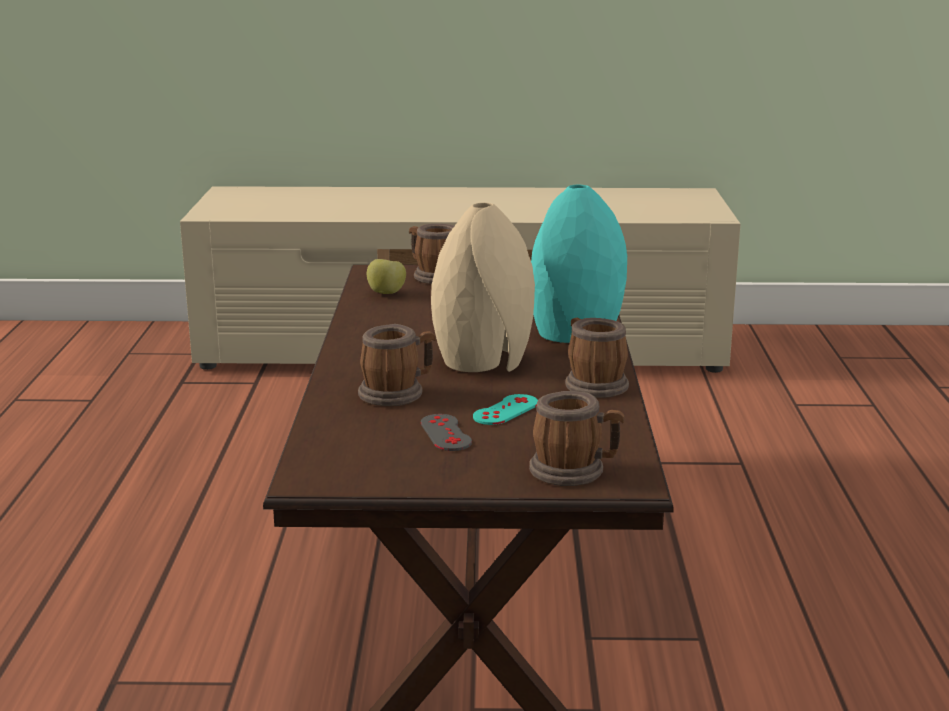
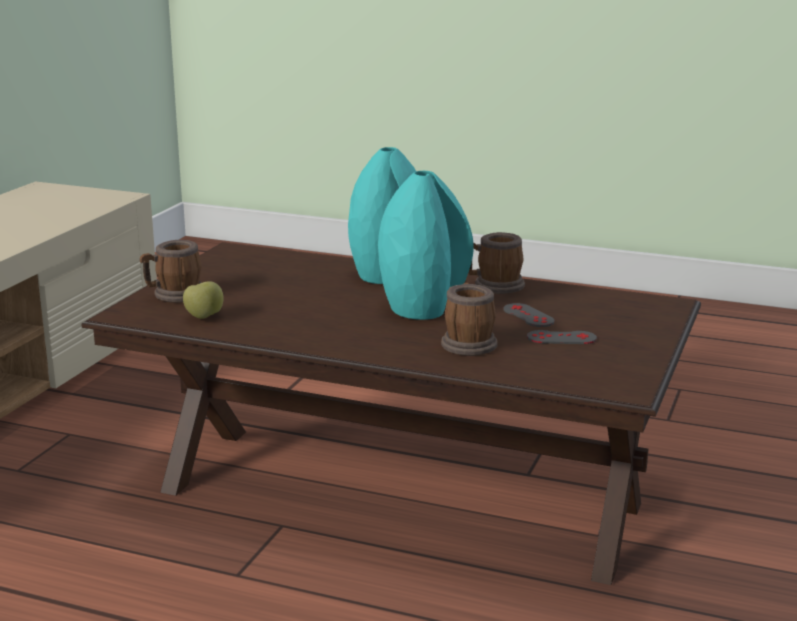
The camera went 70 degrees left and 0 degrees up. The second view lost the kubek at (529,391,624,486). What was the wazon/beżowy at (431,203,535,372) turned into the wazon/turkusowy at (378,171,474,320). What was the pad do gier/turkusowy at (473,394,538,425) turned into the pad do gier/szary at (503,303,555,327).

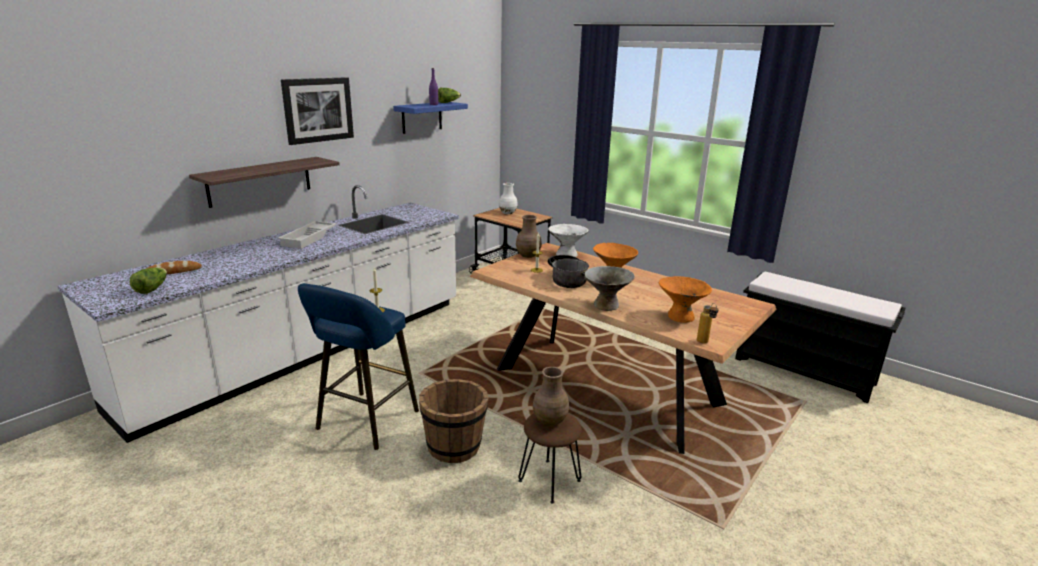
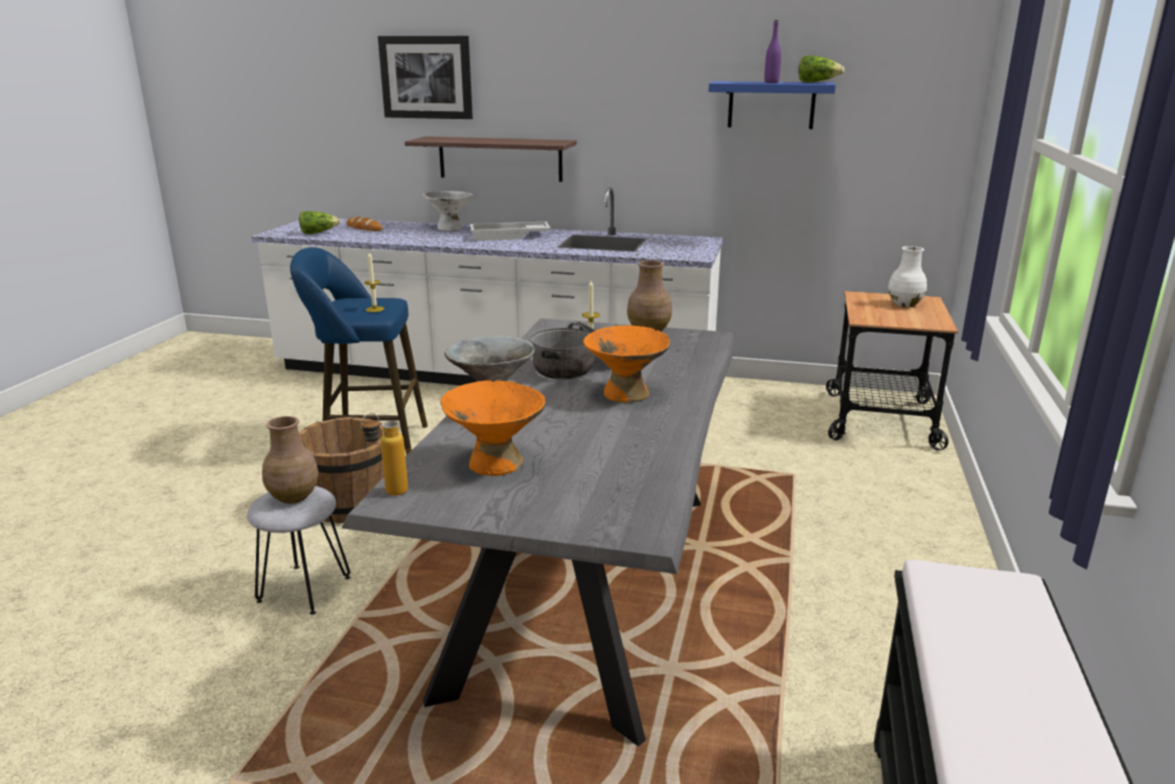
The camera went 65 degrees right and 0 degrees up. The obraz ended up elsewhere, having gone from (281,77,354,145) to (378,36,473,119). The miska/biały ended up elsewhere, having gone from (548,224,588,257) to (422,191,473,231). What was the stół jadalny/brązowy at (470,243,777,454) turned into the stół jadalny/szary at (342,318,736,746). What was the stołek/brązowy at (518,413,582,503) turned into the stołek/szary at (247,486,350,615).

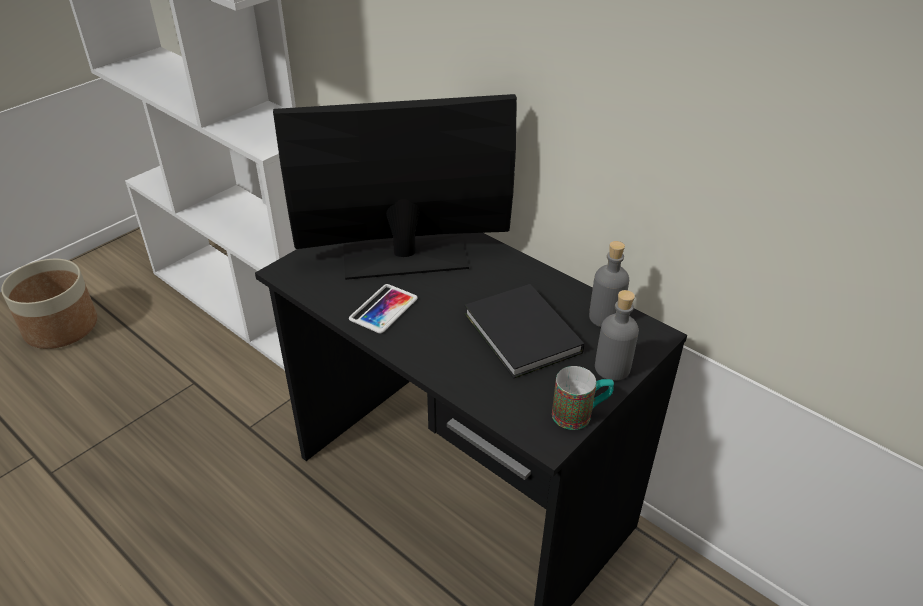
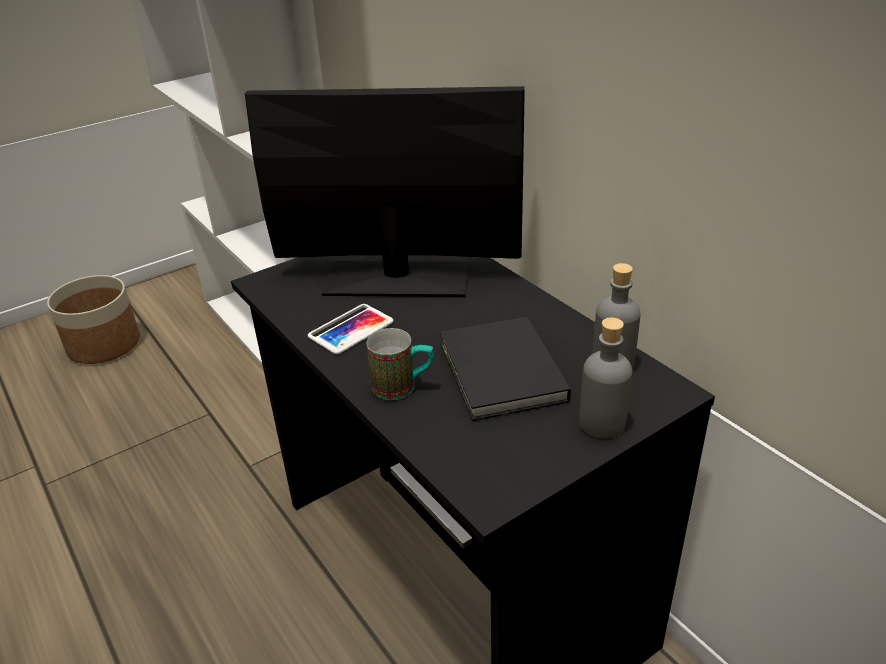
The camera went 15 degrees right and 5 degrees down. The kubek ended up elsewhere, having gone from (552,366,614,430) to (366,328,434,400).

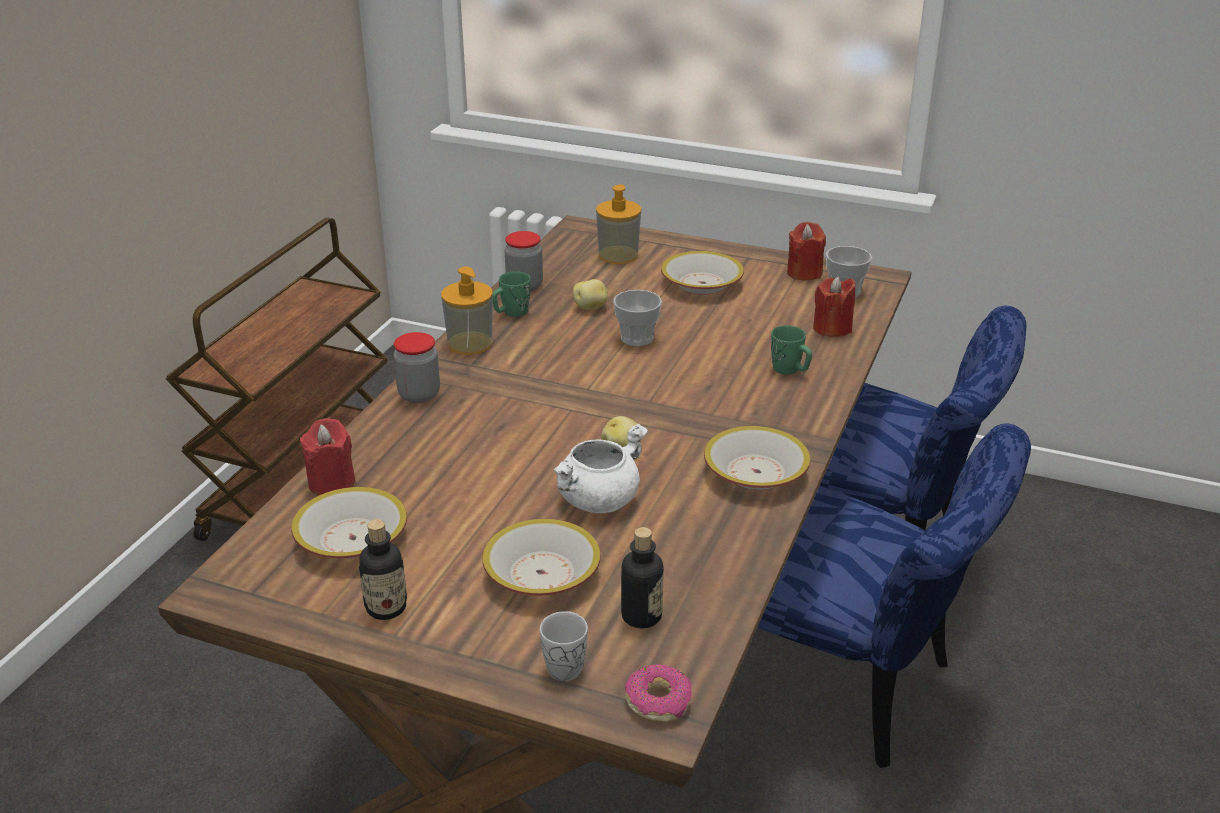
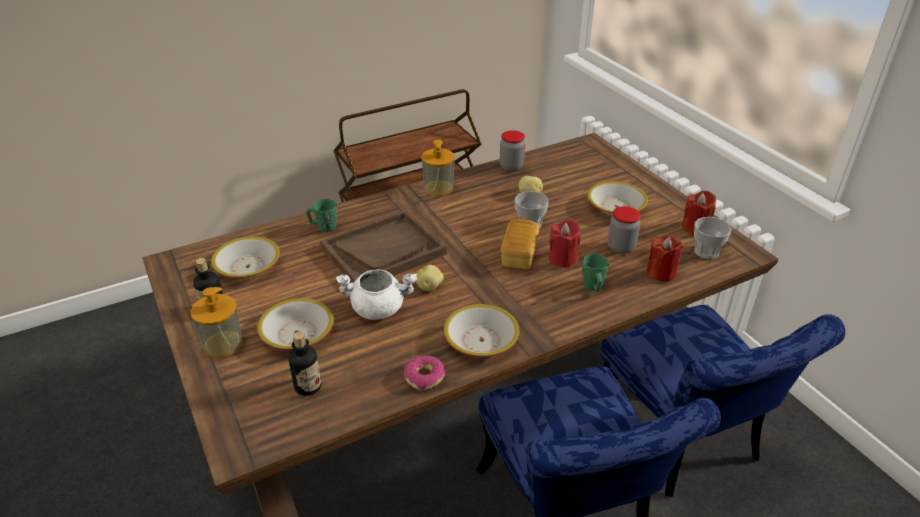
The camera went 40 degrees right and 5 degrees up. The second view lost the kubek/biały at (540,611,588,681). The second view gained the taca/brązowy at (320,210,447,283). The second view gained the chleb at (501,219,539,269). The świeca/czerwony ended up elsewhere, having gone from (300,418,355,496) to (549,219,581,267). The słoik ended up elsewhere, having gone from (393,332,440,403) to (608,206,641,254). The kubek/zielony ended up elsewhere, having gone from (493,271,531,317) to (306,199,337,232). The dozownik mydła ended up elsewhere, having gone from (596,184,641,264) to (190,287,243,358). The donut ended up elsewhere, having gone from (625,664,692,722) to (404,355,446,390).

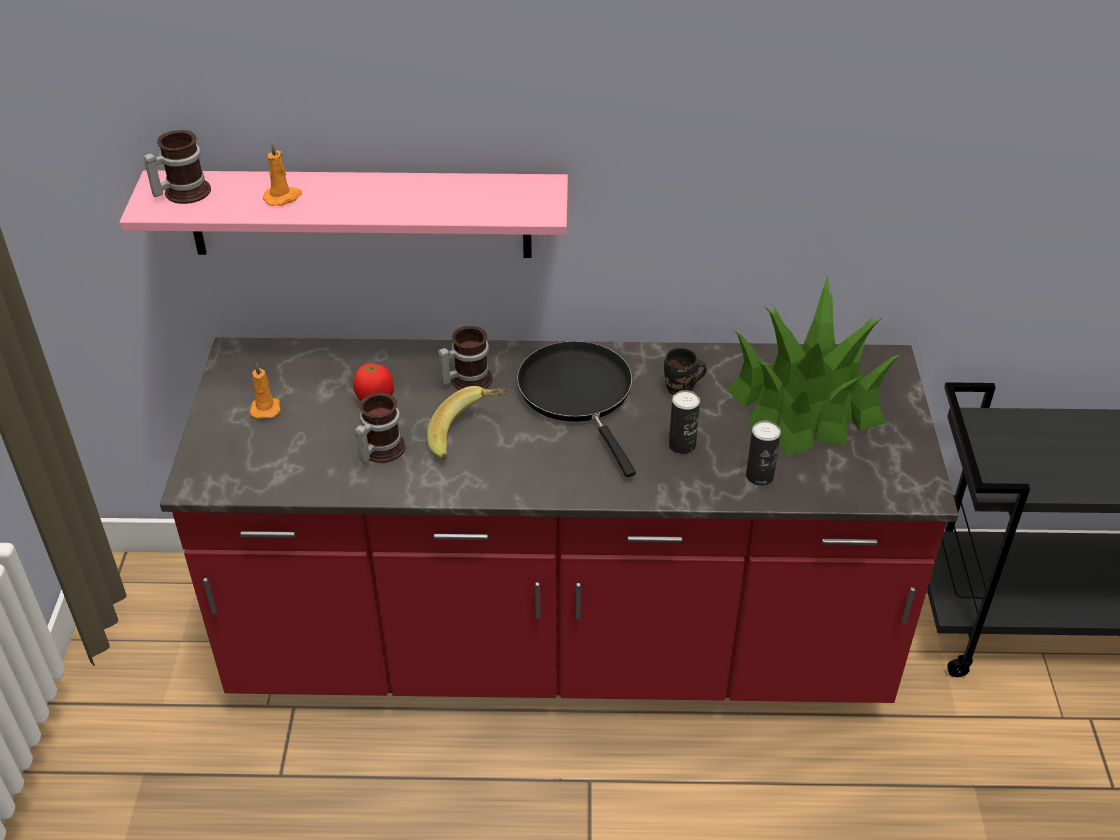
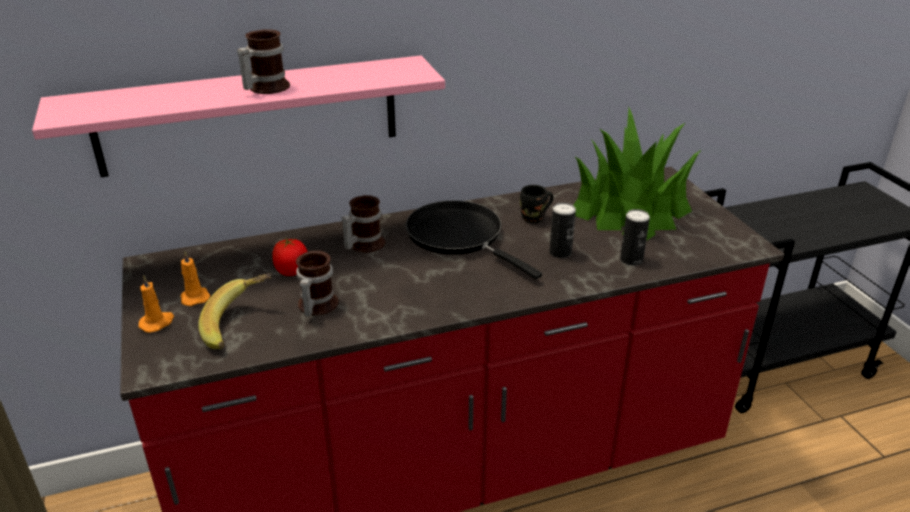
The camera went 20 degrees left and 10 degrees down. The kubek ended up elsewhere, having gone from (143,130,211,204) to (237,29,290,94). The świeca/pomarańczowy ended up elsewhere, having gone from (263,142,302,206) to (139,275,174,333). The banan ended up elsewhere, having gone from (427,386,510,460) to (198,273,272,349).

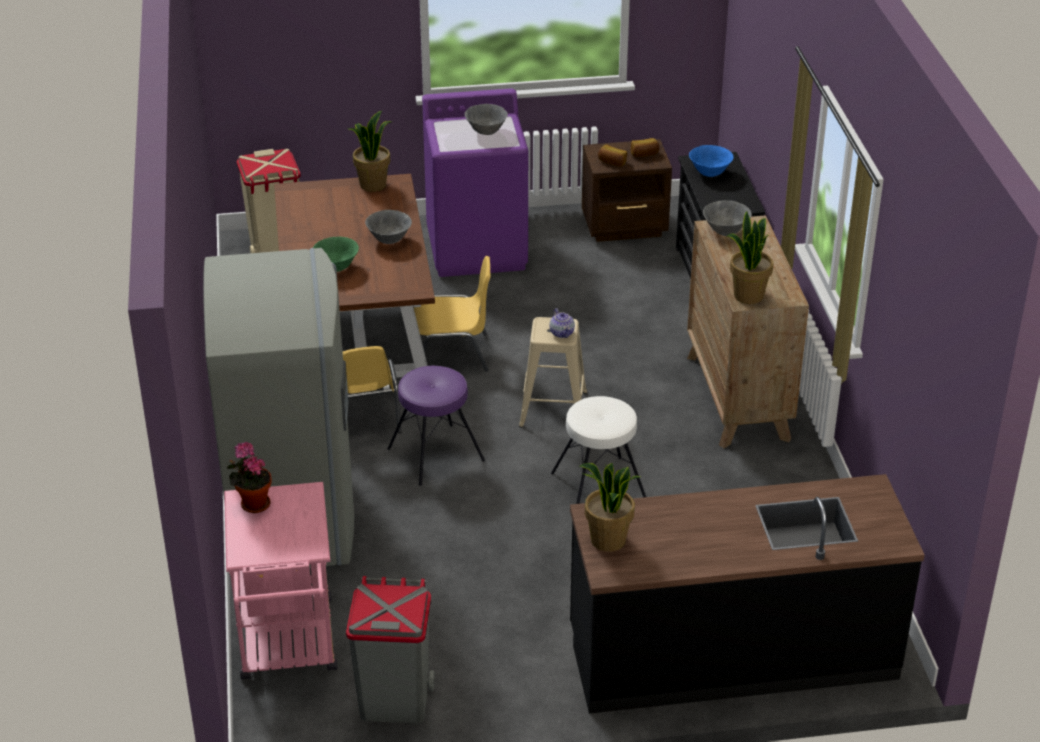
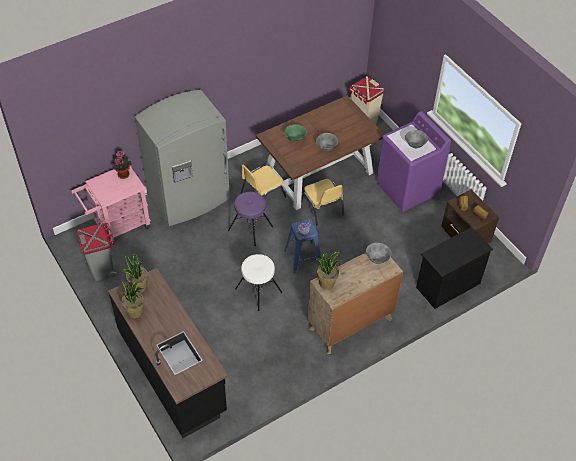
The camera went 65 degrees right and 15 degrees up. The second view lost the miska/niebieski at (689,145,734,177). The roślina doniczkowa ended up elsewhere, having gone from (348,111,391,192) to (121,281,144,319). What was the stołek/beżowy at (519,317,587,428) turned into the stołek/niebieski at (284,219,321,273).

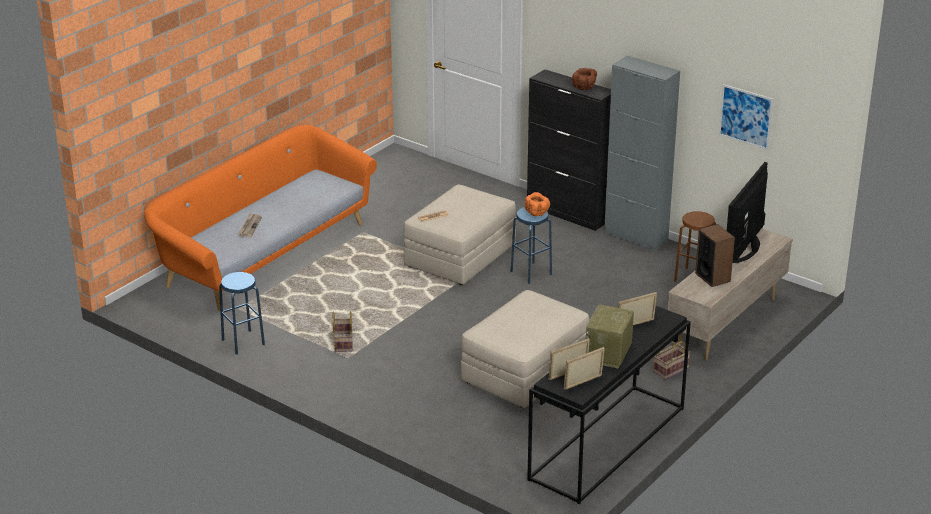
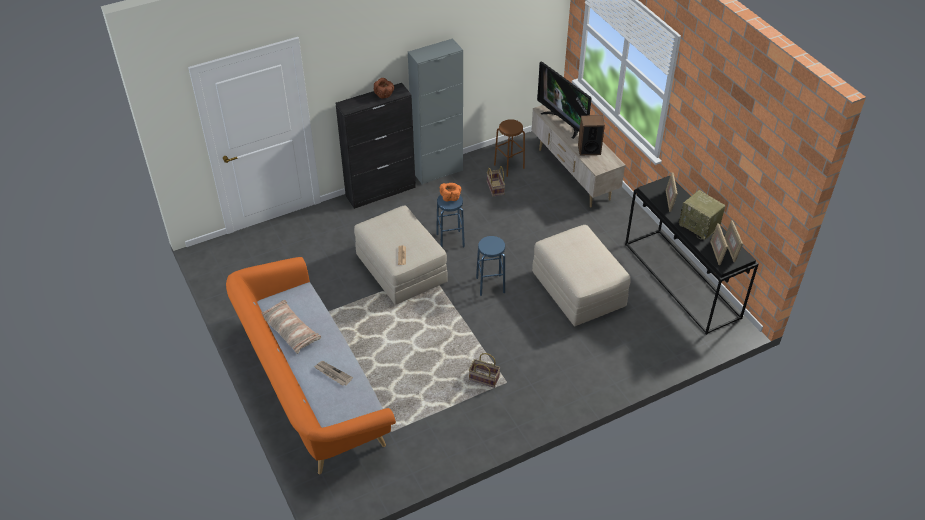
The camera went 65 degrees left and 15 degrees up. The second view lost the obraz at (719,84,773,150). The second view gained the poduszka at (261,300,321,354). The stołek/niebieski ended up elsewhere, having gone from (219,272,265,355) to (476,236,505,296). The koszyk ended up elsewhere, having gone from (653,341,691,380) to (487,166,505,196).

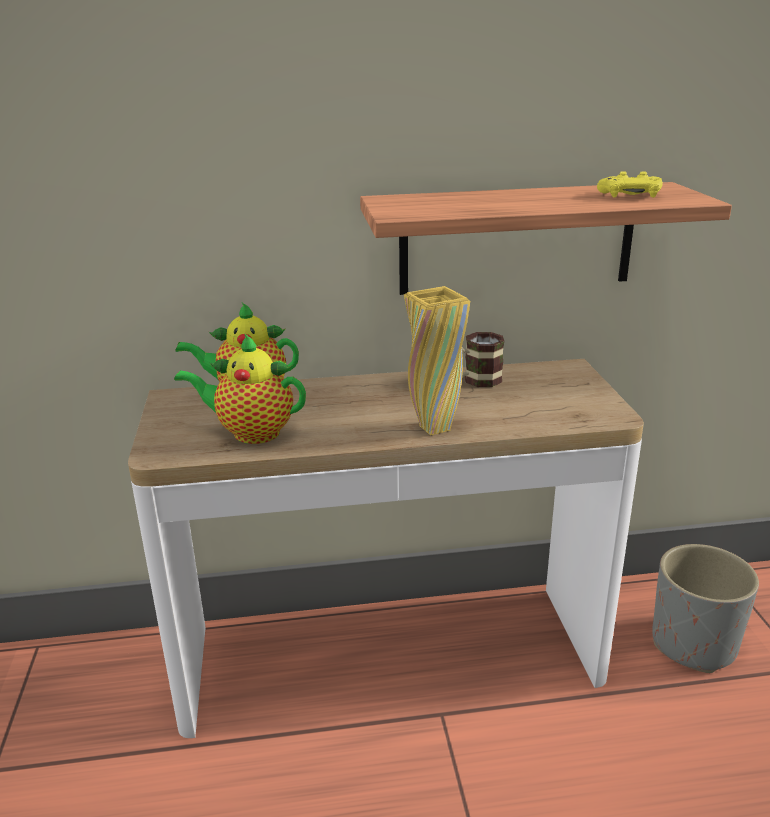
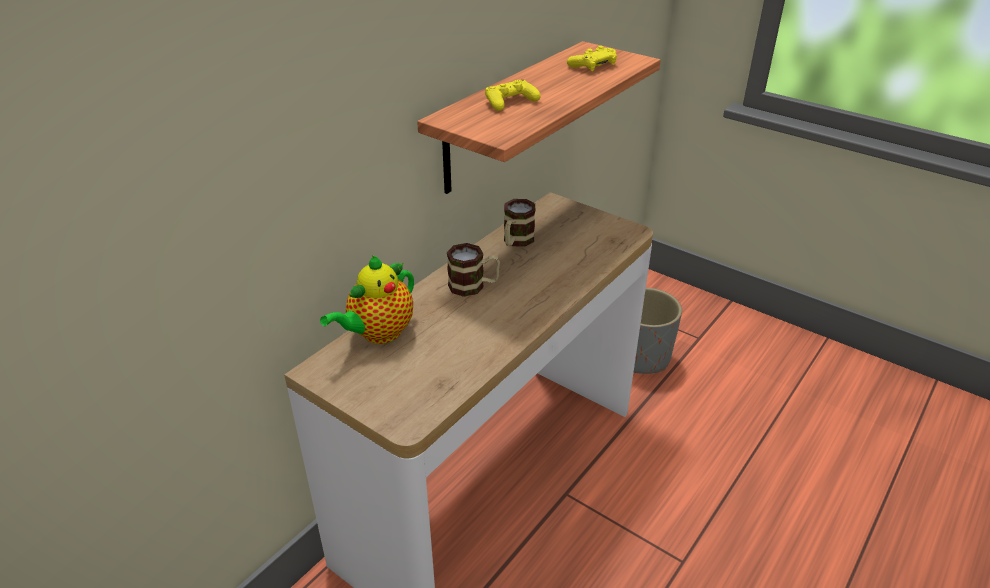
The camera went 45 degrees left and 10 degrees up. The second view lost the imbryk at (174,333,306,444). The second view lost the wazon/żółty at (404,286,470,436). The second view gained the kubek at (447,243,500,297). The second view gained the pad do gier/żółty at (485,80,541,111).

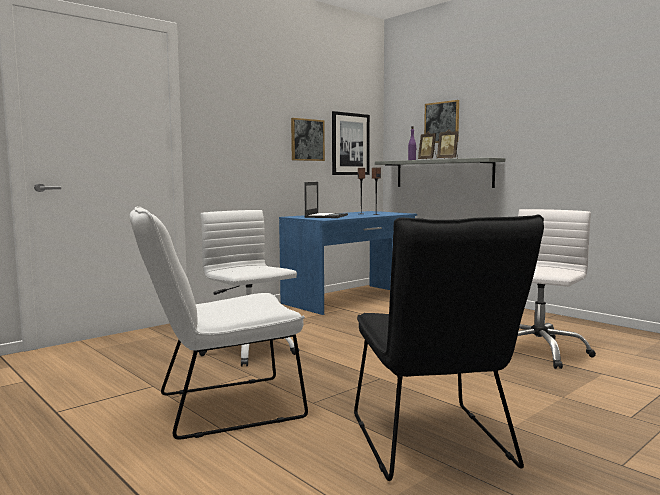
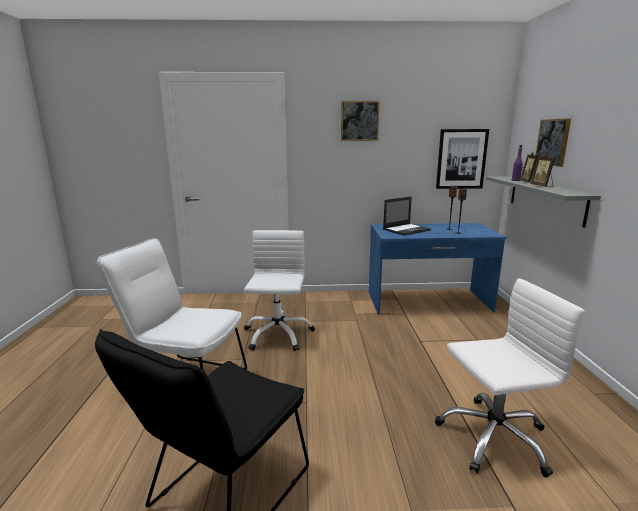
The camera went 40 degrees right and 10 degrees up. The obraz ended up elsewhere, having gone from (291,118,325,161) to (341,101,380,141).

